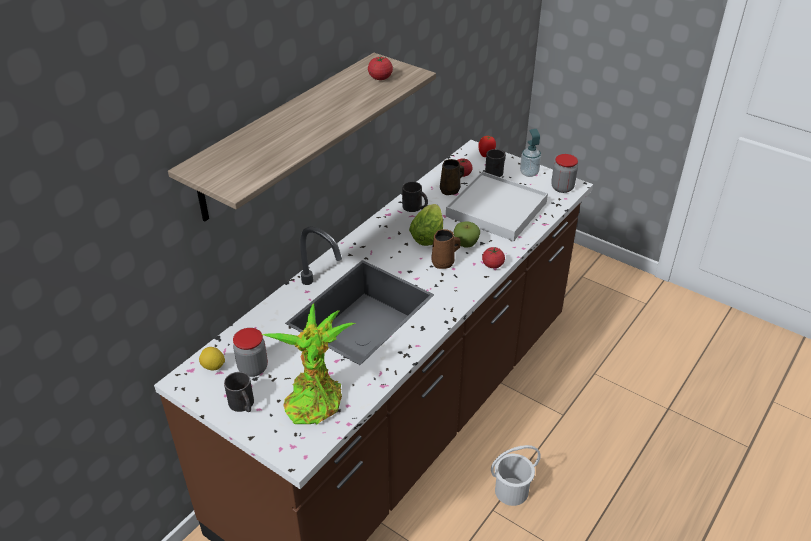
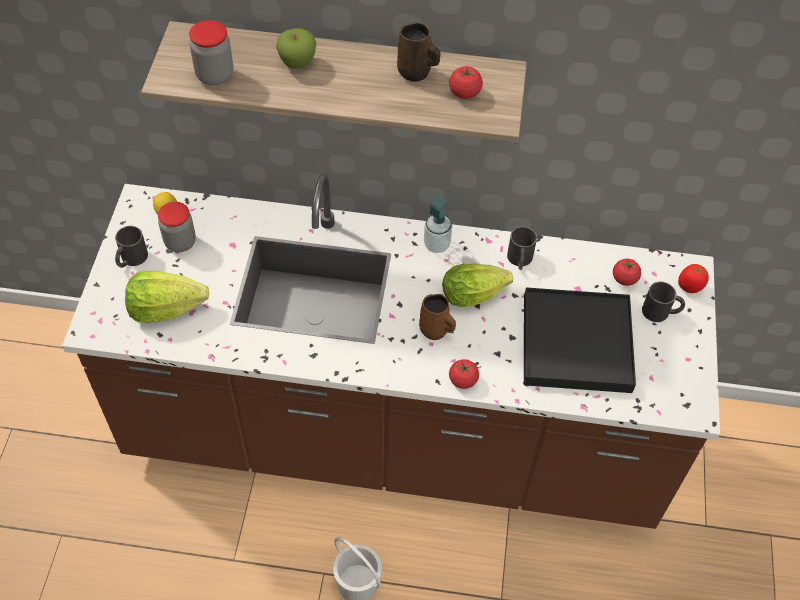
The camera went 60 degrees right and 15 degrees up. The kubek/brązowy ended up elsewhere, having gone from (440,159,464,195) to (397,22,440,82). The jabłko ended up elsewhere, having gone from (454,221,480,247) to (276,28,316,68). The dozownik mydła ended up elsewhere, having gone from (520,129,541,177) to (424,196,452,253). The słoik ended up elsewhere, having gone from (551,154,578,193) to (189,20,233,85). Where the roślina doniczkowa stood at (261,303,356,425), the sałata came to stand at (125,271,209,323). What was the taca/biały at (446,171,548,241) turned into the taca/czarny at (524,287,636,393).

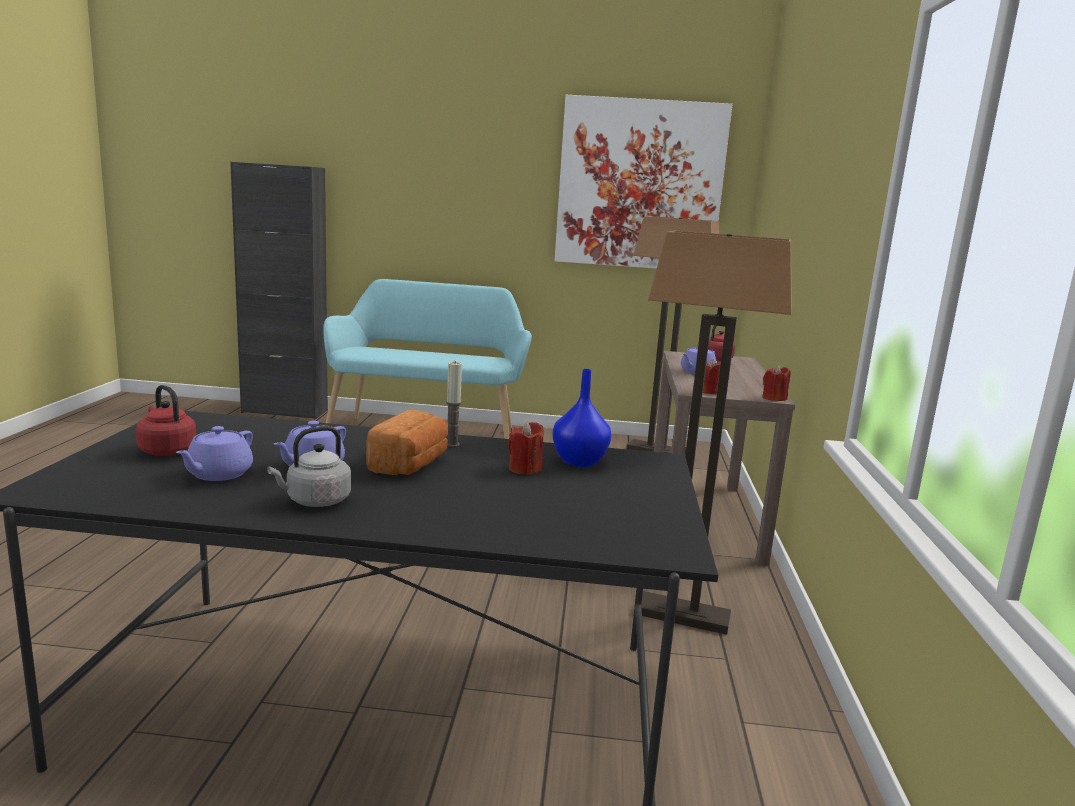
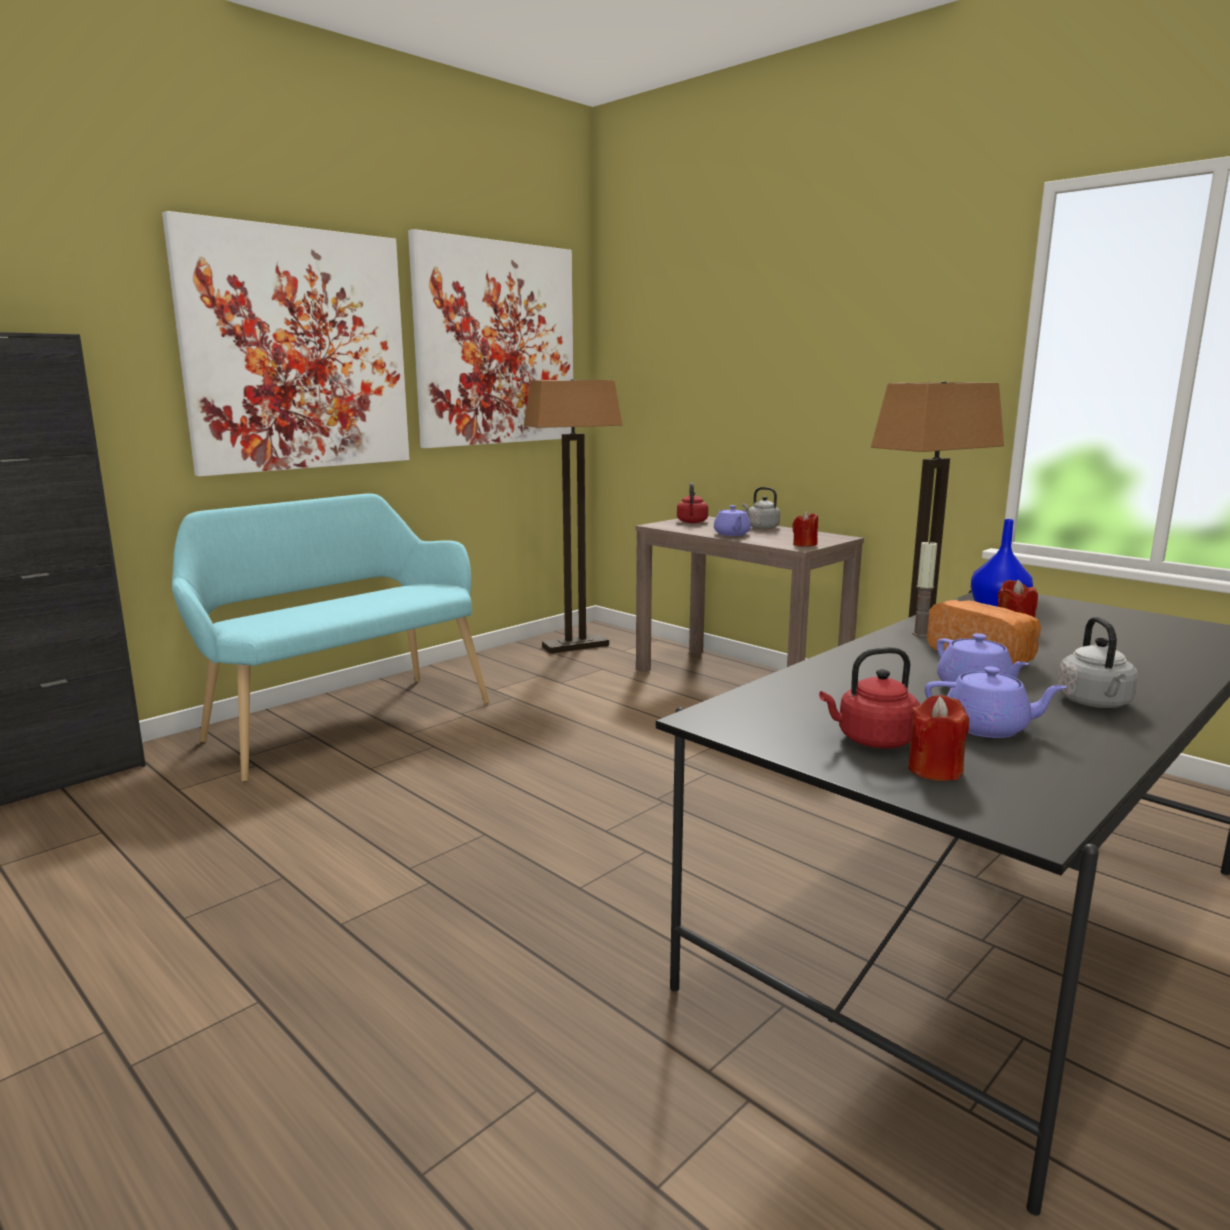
The camera went 50 degrees left and 0 degrees up. The second view gained the obraz at (162,211,410,477). The second view gained the czajnik/szary at (743,487,780,529). The świeca/czerwony ended up elsewhere, having gone from (762,365,790,401) to (908,695,969,781). The imbryk/fioletowy at (176,426,253,481) ended up facing another way, 45 degrees counterclockwise from before.

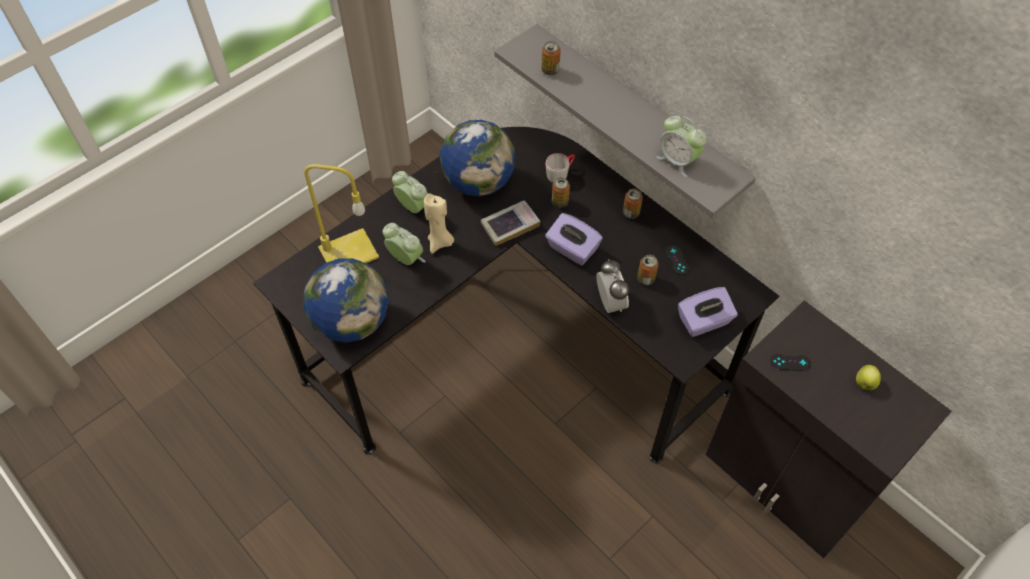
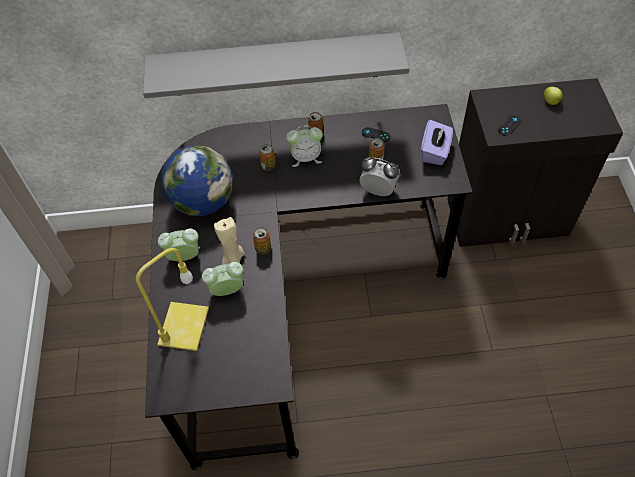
The camera went 50 degrees left and 0 degrees up. The second view lost the globus at (304,258,389,343). The second view lost the książka at (481,200,540,246). The second view lost the pudełko chusteczek/fioletowy at (545,213,603,265). The second view lost the kubek/szary at (546,153,575,183). The puszka ended up elsewhere, having gone from (541,41,560,75) to (253,227,271,255). The budzik ended up elsewhere, having gone from (656,116,706,177) to (286,126,323,167).

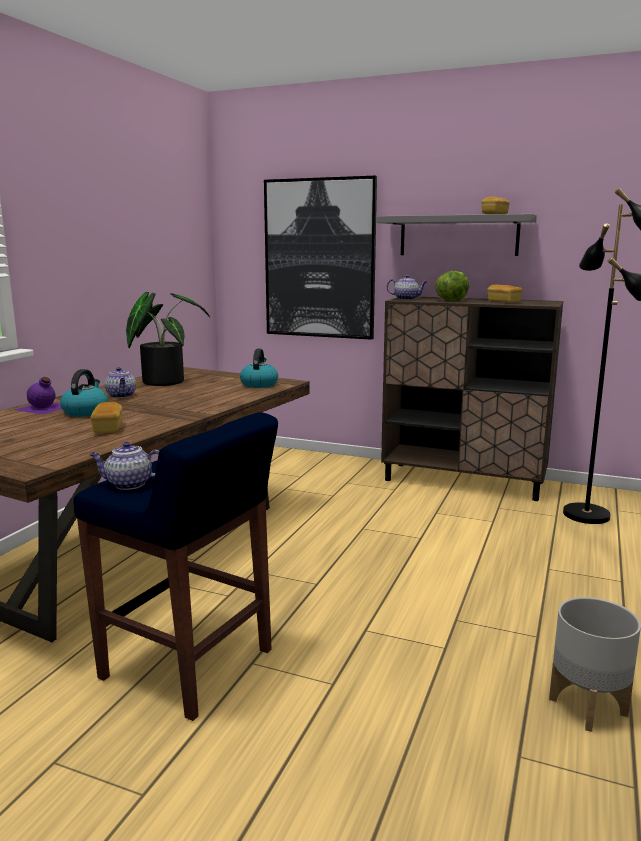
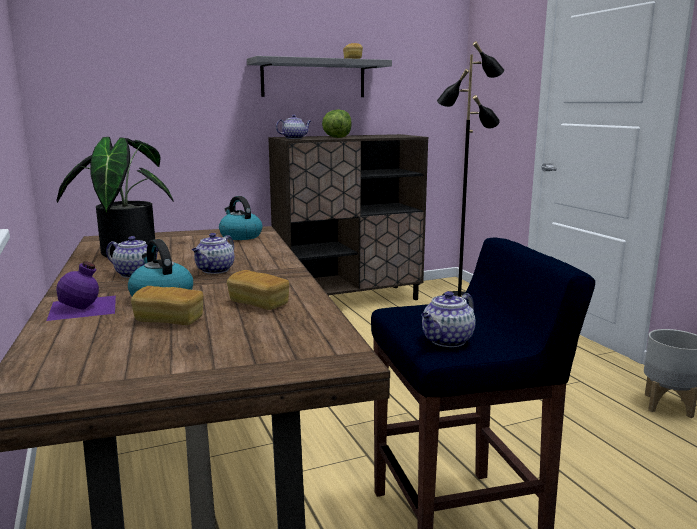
The camera went 45 degrees left and 0 degrees up. The second view lost the obraz at (264,176,377,340). The second view gained the imbryk at (192,233,234,274). The chleb ended up elsewhere, having gone from (487,284,522,302) to (131,286,203,325).

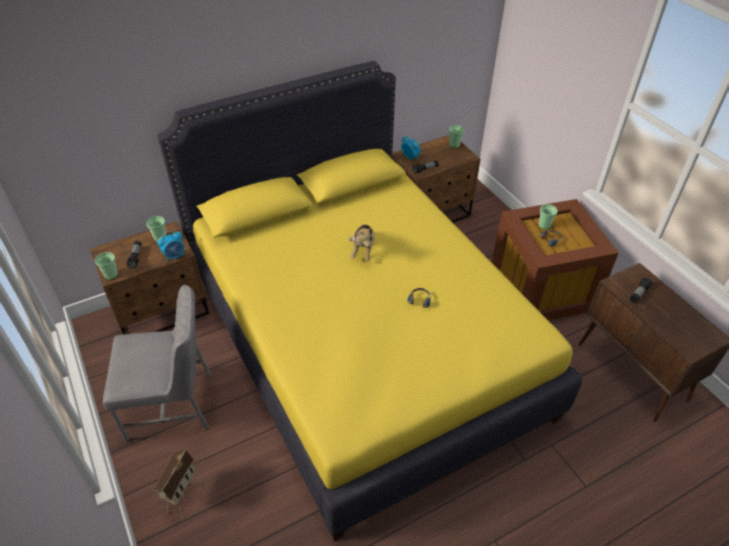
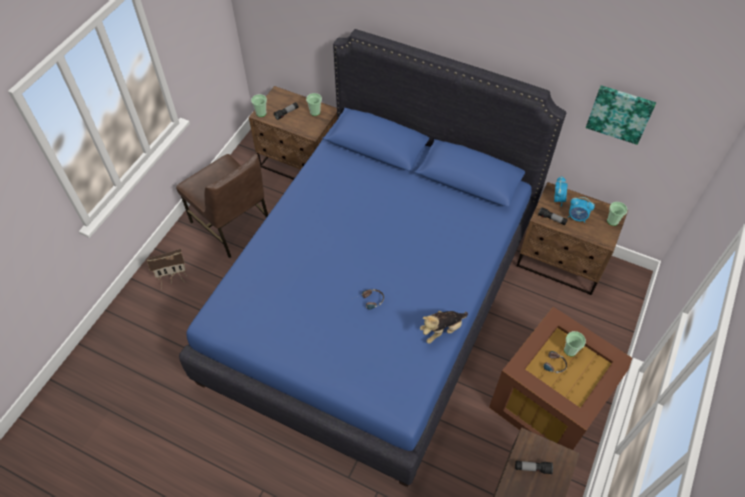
The camera went 55 degrees right and 10 degrees up. The second view gained the obraz at (586,85,656,145). The budzik ended up elsewhere, having gone from (157,231,185,262) to (567,197,595,223). The pluszak ended up elsewhere, having gone from (348,225,375,261) to (420,311,468,344). What was the krzesło/szary at (103,285,211,442) turned into the krzesło/brązowy at (176,154,268,258). What was the łóżko/żółty at (158,61,582,541) turned into the łóżko/niebieski at (179,29,566,487).

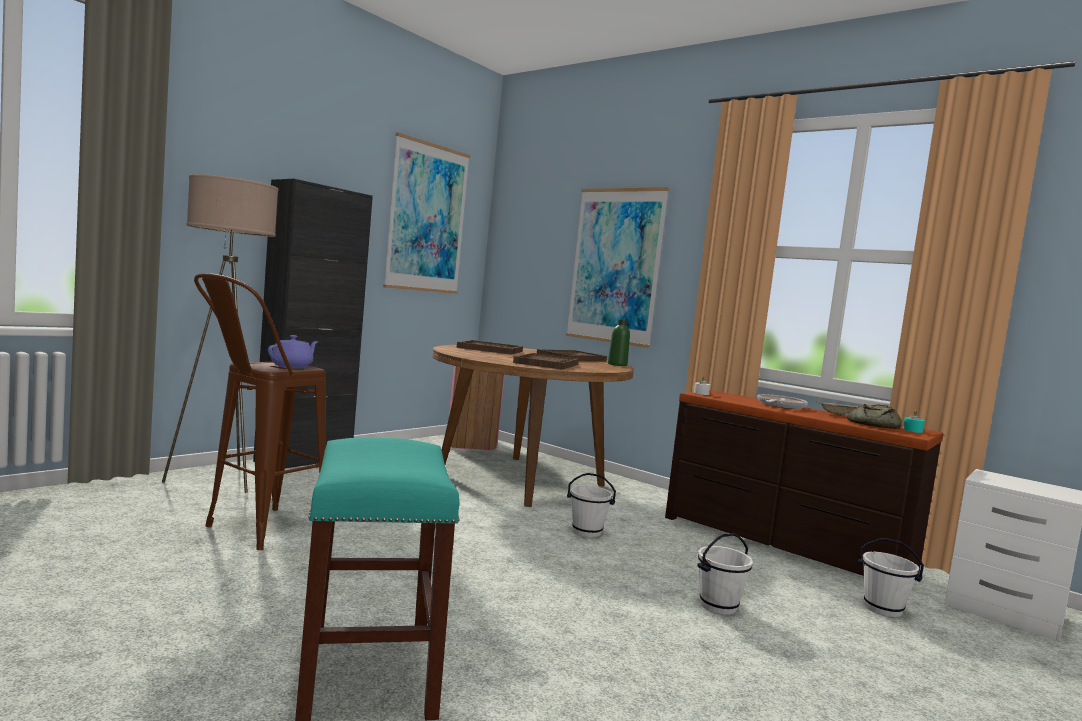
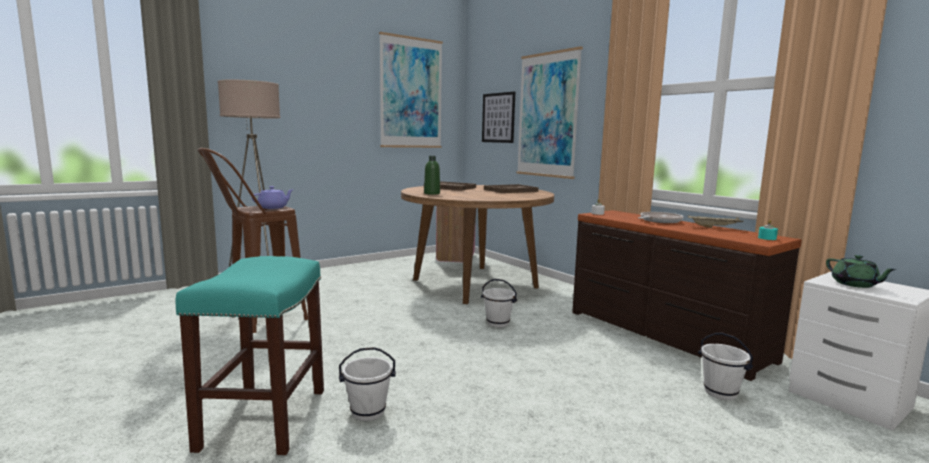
The camera went 15 degrees right and 5 degrees up. The second view lost the szafka/czarny at (253,179,373,468). The second view lost the taca/brązowy at (513,353,579,370). The second view lost the chleb at (847,404,902,429). The second view gained the obraz at (482,91,515,143). The second view gained the imbryk/zielony at (826,255,897,288). The butelka/zielony ended up elsewhere, having gone from (608,319,630,366) to (424,156,440,195). The wiadro/biały ended up elsewhere, having gone from (697,533,753,615) to (339,347,396,421).

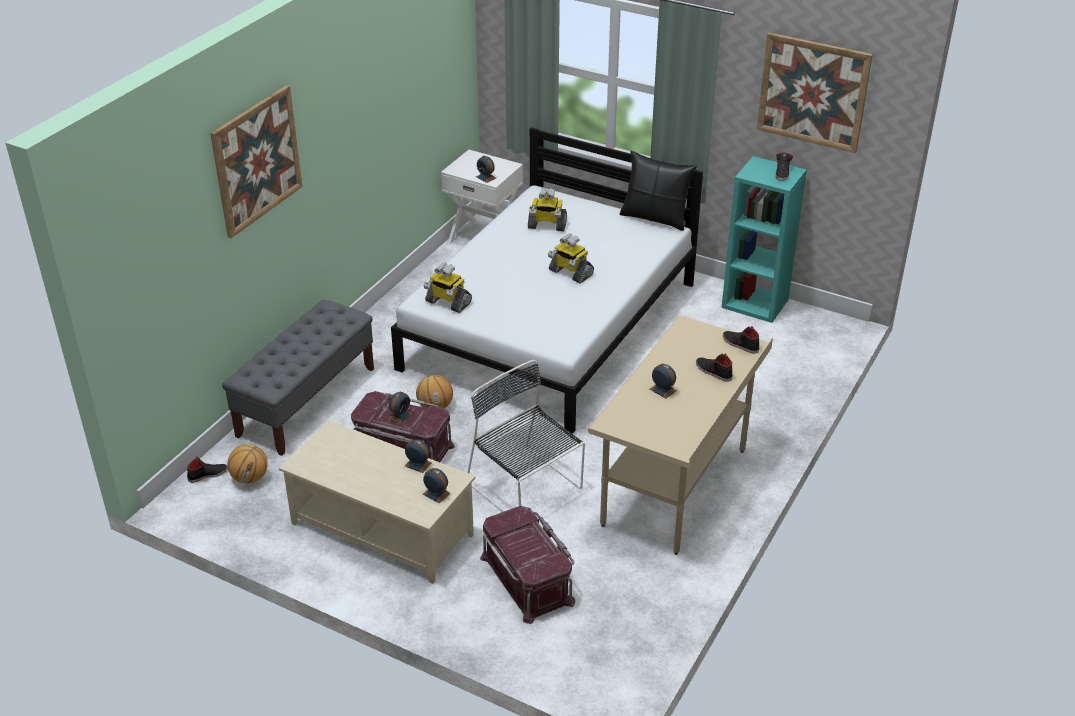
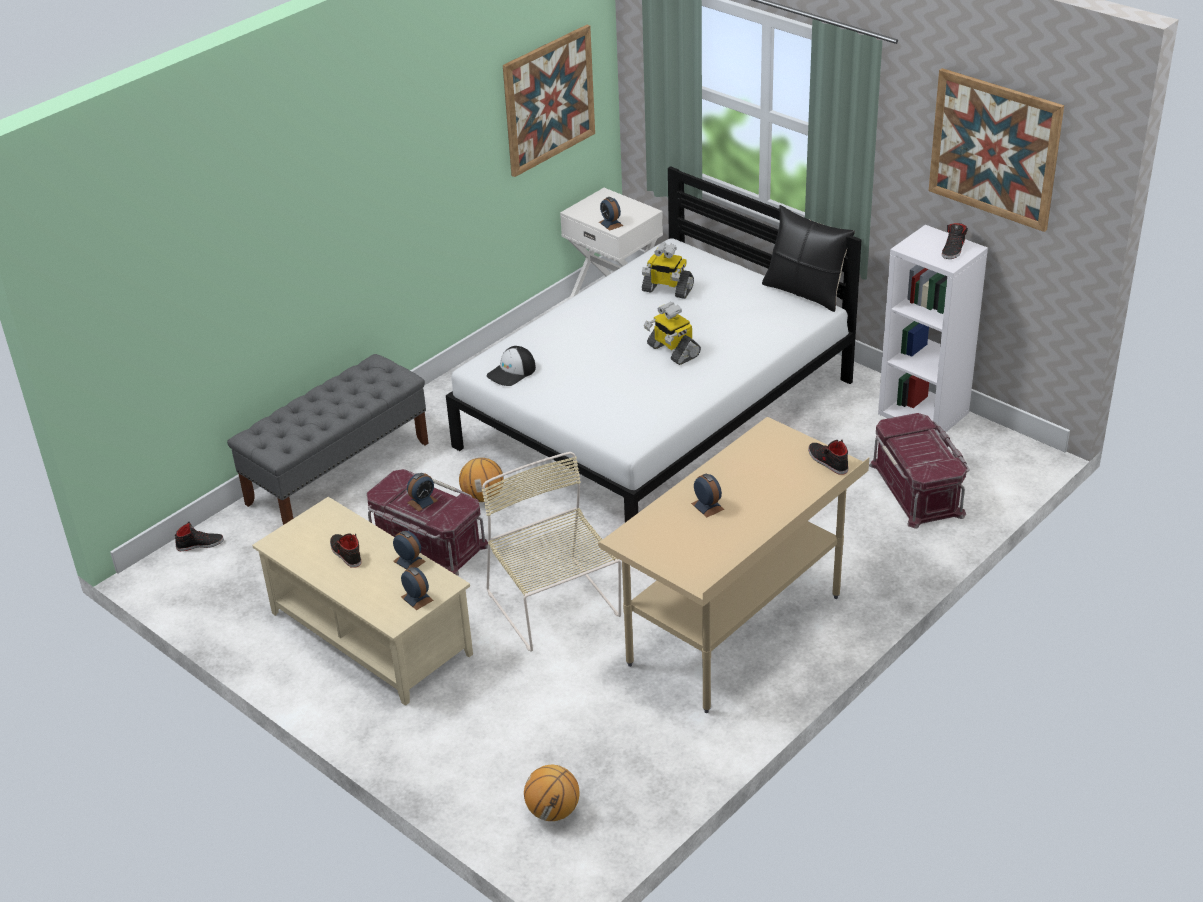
The camera went 15 degrees right and 0 degrees up. The obraz ended up elsewhere, having gone from (210,85,302,238) to (503,25,595,177). The piłka do koszykówki ended up elsewhere, having gone from (227,444,268,484) to (524,765,580,821). The pojemnik do przechowywania/czerwony ended up elsewhere, having gone from (480,506,576,624) to (869,413,969,529). The but/czarny ended up elsewhere, having gone from (696,353,733,382) to (330,533,362,568). Where the robot zabawkowy stood at (423,263,472,313), the czapka z daszkiem came to stand at (487,346,536,386). What was the krzesło/czarny at (467,360,585,512) turned into the krzesło/beżowy at (482,452,621,651). What was the regał/turkusowy at (721,156,807,323) turned into the regał/biały at (878,225,988,436).

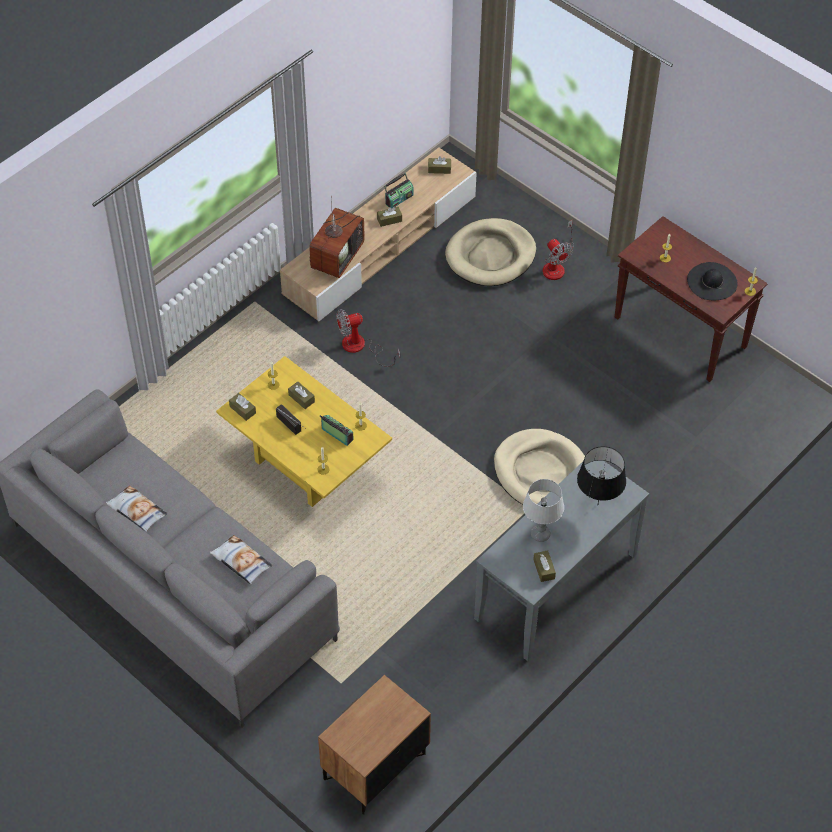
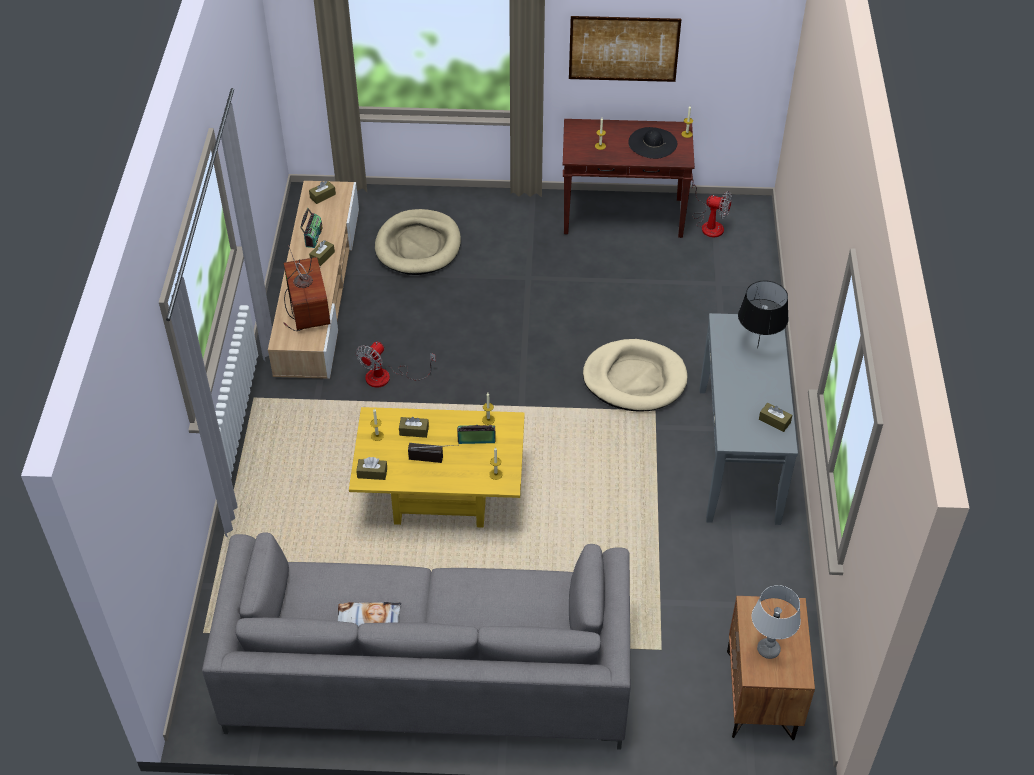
The camera went 40 degrees left and 5 degrees down. The second view lost the poduszka at (210,535,272,584). The second view gained the obraz at (569,16,681,82). The lampa stołowa/szary ended up elsewhere, having gone from (523,479,564,542) to (752,585,801,659). The wentylator ended up elsewhere, having gone from (543,220,574,280) to (691,179,732,238).

